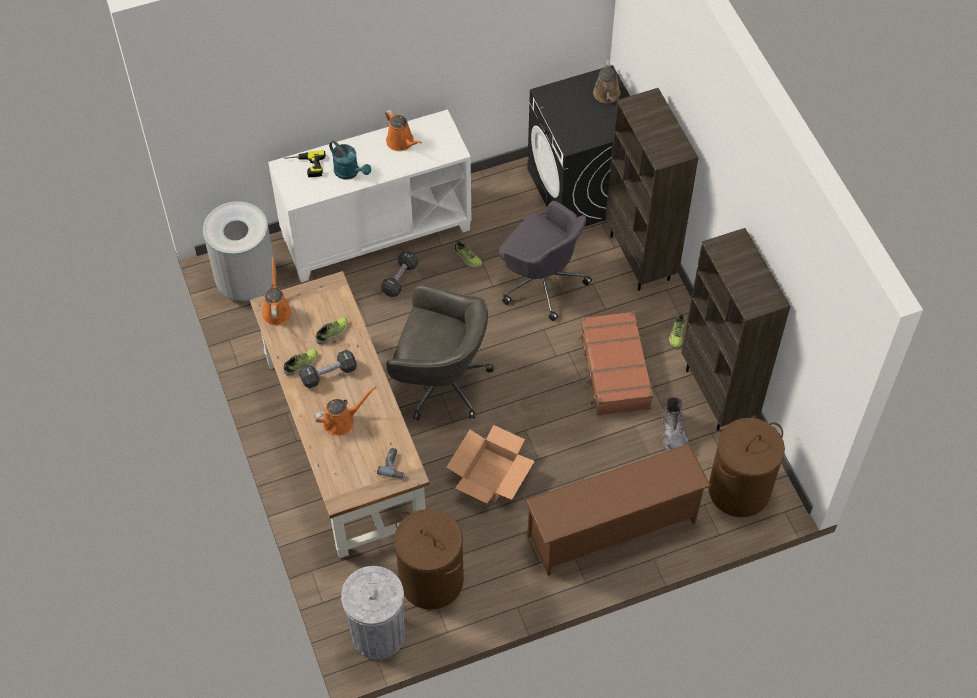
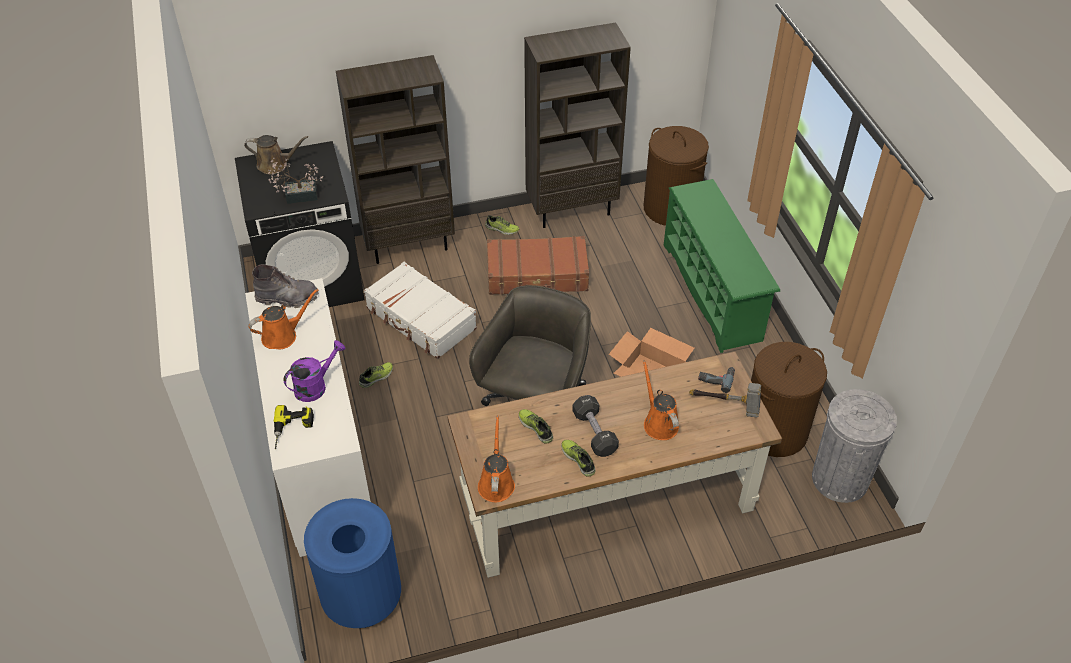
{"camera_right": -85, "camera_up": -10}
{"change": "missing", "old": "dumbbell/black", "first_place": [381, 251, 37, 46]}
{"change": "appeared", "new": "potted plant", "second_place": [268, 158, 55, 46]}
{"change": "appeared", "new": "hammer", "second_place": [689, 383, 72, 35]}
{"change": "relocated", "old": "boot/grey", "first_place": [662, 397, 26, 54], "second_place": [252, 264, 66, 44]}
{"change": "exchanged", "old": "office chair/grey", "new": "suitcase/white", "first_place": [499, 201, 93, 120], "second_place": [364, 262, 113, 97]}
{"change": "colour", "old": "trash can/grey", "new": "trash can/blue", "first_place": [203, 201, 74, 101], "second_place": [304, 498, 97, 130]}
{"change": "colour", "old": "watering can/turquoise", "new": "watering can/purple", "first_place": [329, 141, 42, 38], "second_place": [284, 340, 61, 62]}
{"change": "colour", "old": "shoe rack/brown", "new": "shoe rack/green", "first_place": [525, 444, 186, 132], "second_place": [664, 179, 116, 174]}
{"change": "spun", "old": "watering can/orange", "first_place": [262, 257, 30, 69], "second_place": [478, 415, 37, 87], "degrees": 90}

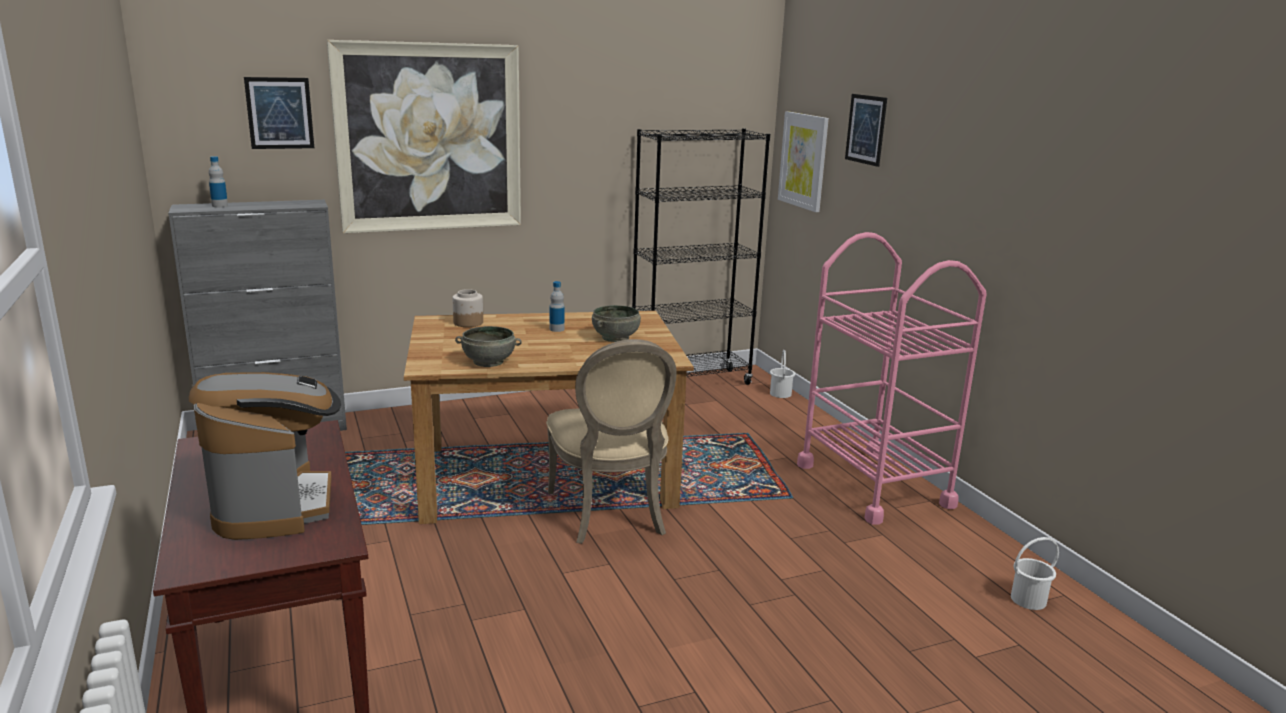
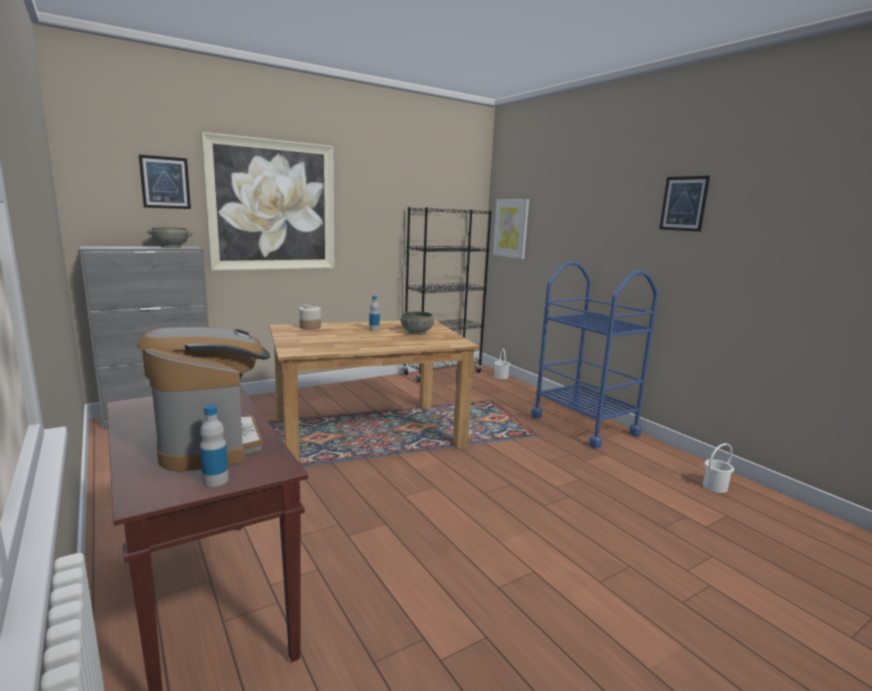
{"camera_right": -10, "camera_up": -5}
{"change": "missing", "old": "chair/beige", "first_place": [546, 339, 131, 205]}
{"change": "relocated", "old": "bottle", "first_place": [209, 156, 19, 51], "second_place": [200, 404, 29, 83]}
{"change": "relocated", "old": "bowl/grey", "first_place": [455, 326, 67, 41], "second_place": [148, 227, 44, 21]}
{"change": "relocated", "old": "picture", "first_place": [845, 94, 42, 73], "second_place": [659, 176, 51, 56]}
{"change": "colour", "old": "cart/pink", "new": "cart/blue", "first_place": [797, 232, 190, 293], "second_place": [531, 261, 127, 188]}

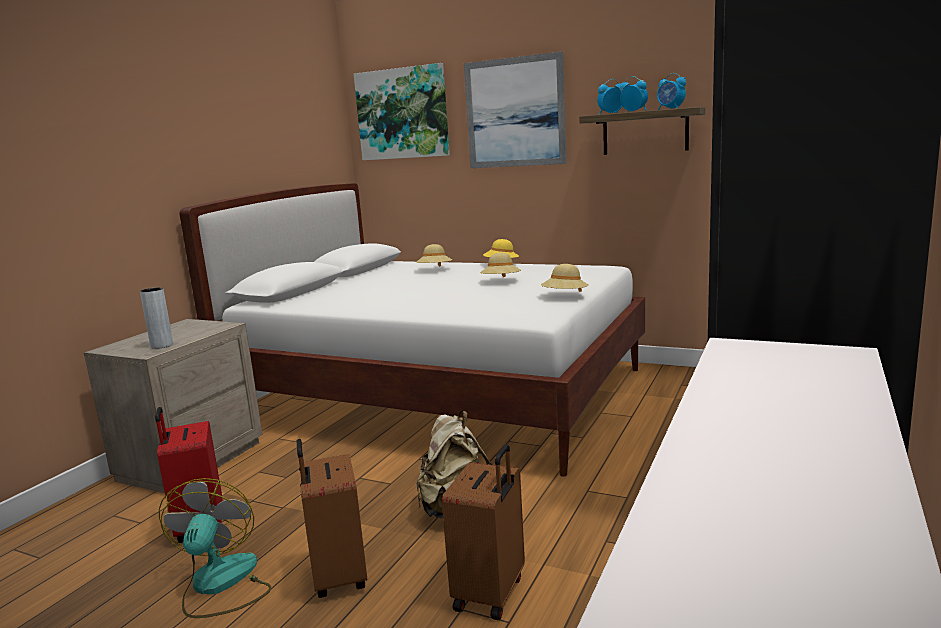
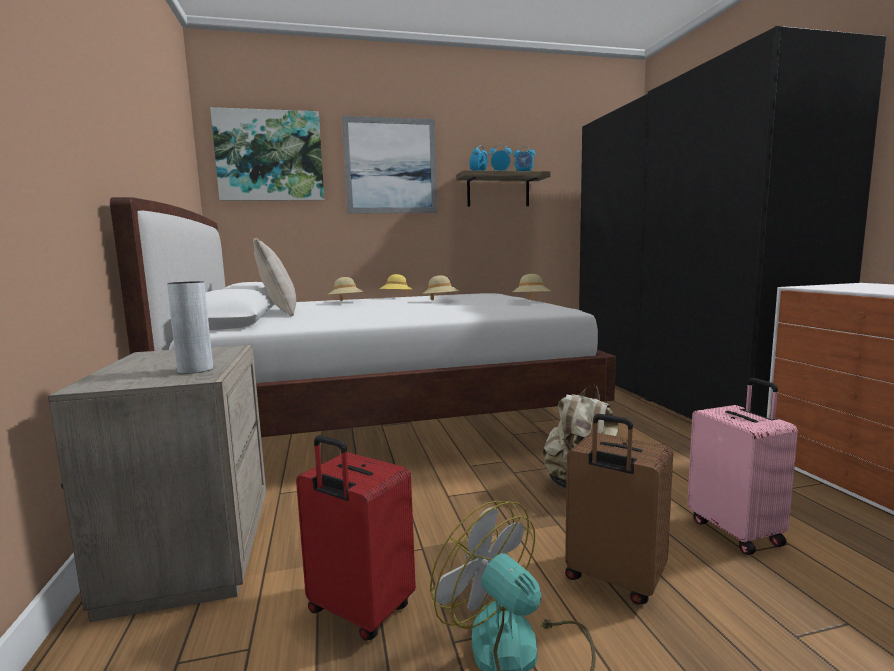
{"camera_right": -40, "camera_up": -5}
{"change": "appeared", "new": "pillow/beige", "second_place": [253, 238, 43, 78]}
{"change": "colour", "old": "suitcase/brown", "new": "suitcase/pink", "first_place": [442, 444, 83, 176], "second_place": [687, 378, 111, 177]}

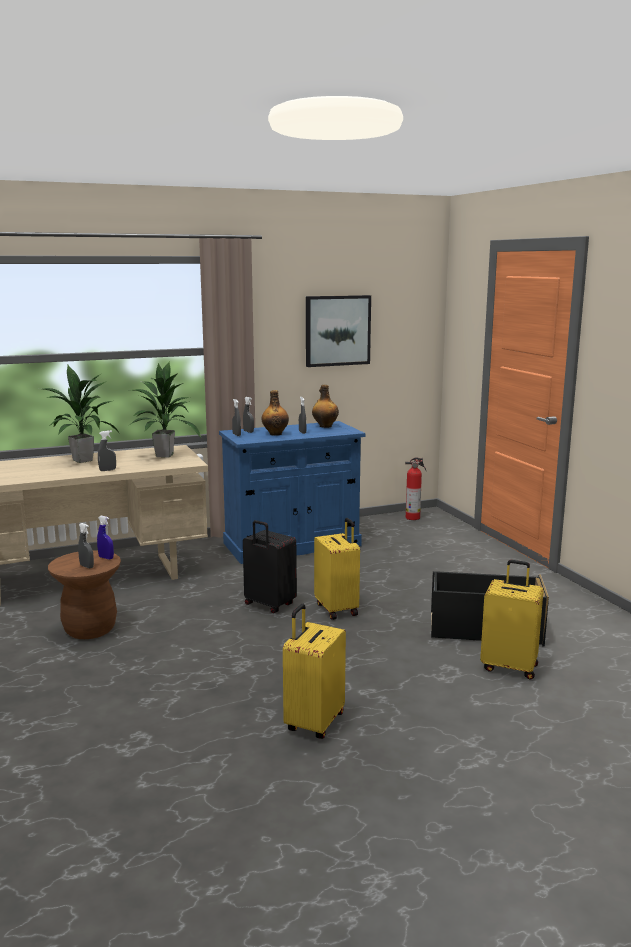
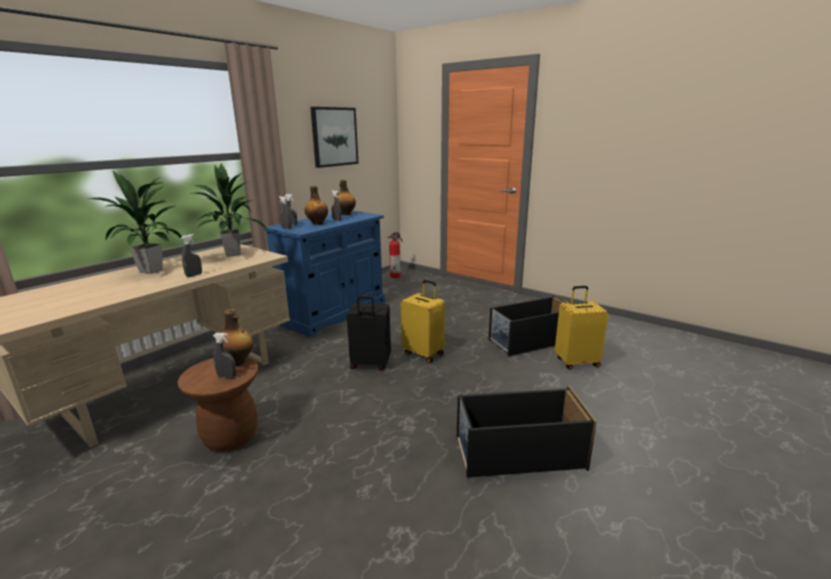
{"camera_right": -30, "camera_up": 5}
{"change": "exchanged", "old": "spray bottle/blue", "new": "bottle", "first_place": [97, 516, 17, 43], "second_place": [215, 309, 38, 57]}
{"change": "exchanged", "old": "suitcase/yellow", "new": "storage box/black", "first_place": [283, 604, 63, 135], "second_place": [457, 386, 140, 92]}

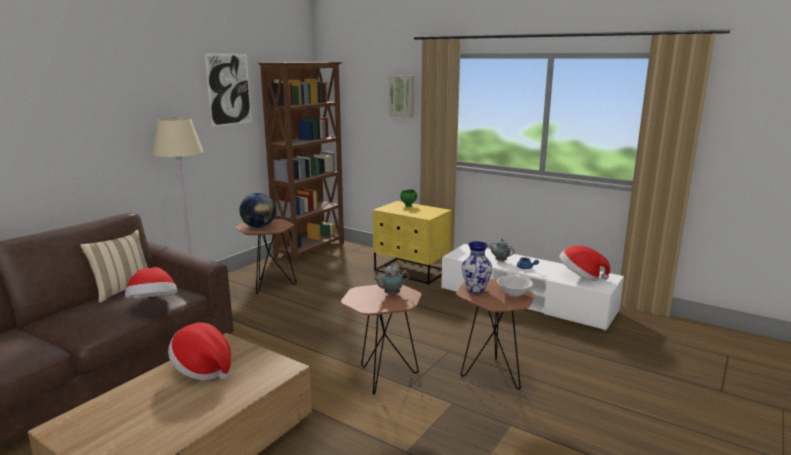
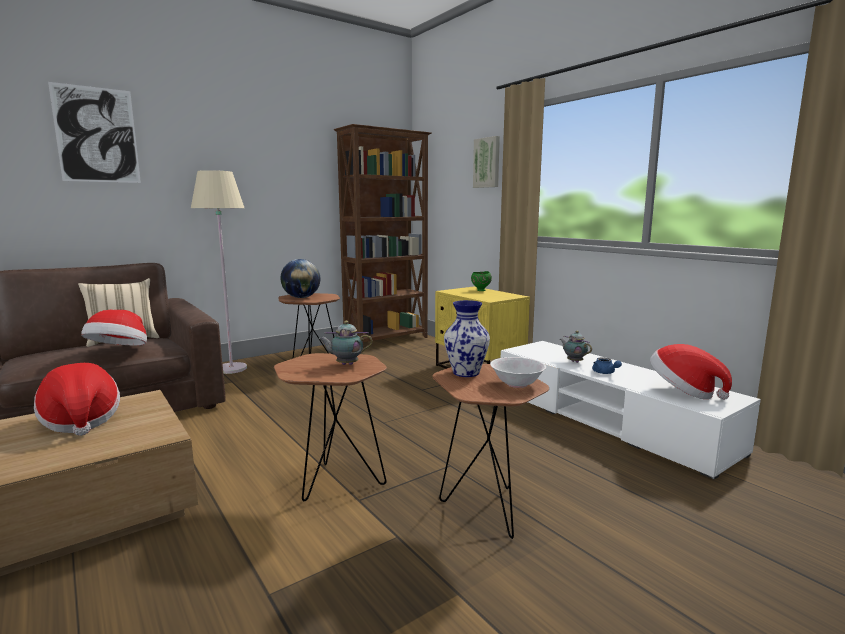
{"camera_right": 20, "camera_up": -5}
{"change": "relocated", "old": "picture", "first_place": [204, 53, 48, 74], "second_place": [48, 82, 93, 101]}

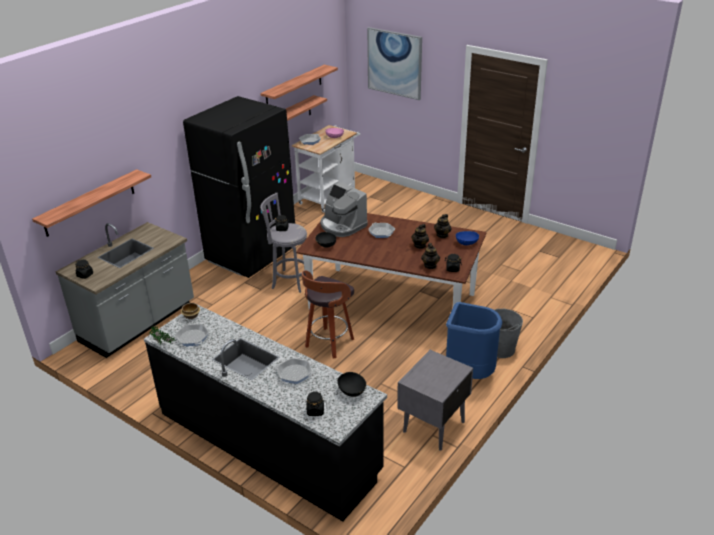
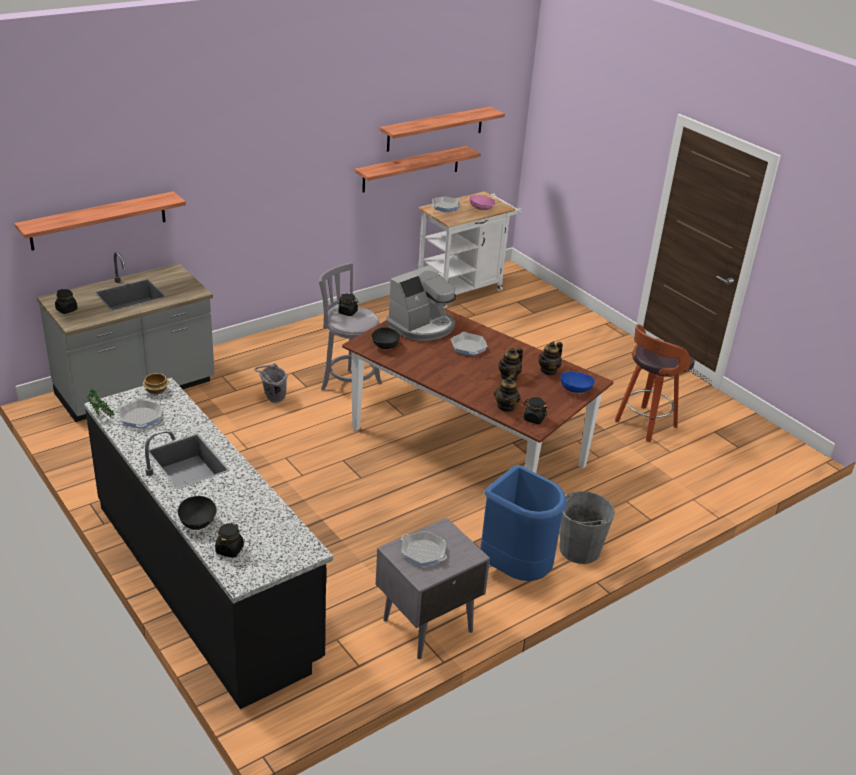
{"camera_right": 15, "camera_up": 0}
{"change": "missing", "old": "fridge/black", "first_place": [183, 96, 112, 182]}
{"change": "missing", "old": "picture", "first_place": [367, 27, 55, 73]}
{"change": "appeared", "new": "bucket/grey", "second_place": [254, 363, 34, 40]}
{"change": "relocated", "old": "frying pan", "first_place": [275, 358, 39, 26], "second_place": [401, 531, 46, 35]}
{"change": "relocated", "old": "stool", "first_place": [301, 270, 53, 88], "second_place": [615, 324, 80, 118]}
{"change": "relocated", "old": "bowl/black", "first_place": [338, 372, 28, 25], "second_place": [178, 496, 39, 34]}
{"change": "spun", "old": "coffee machine", "first_place": [320, 182, 48, 55], "second_place": [386, 265, 70, 76], "degrees": -105}

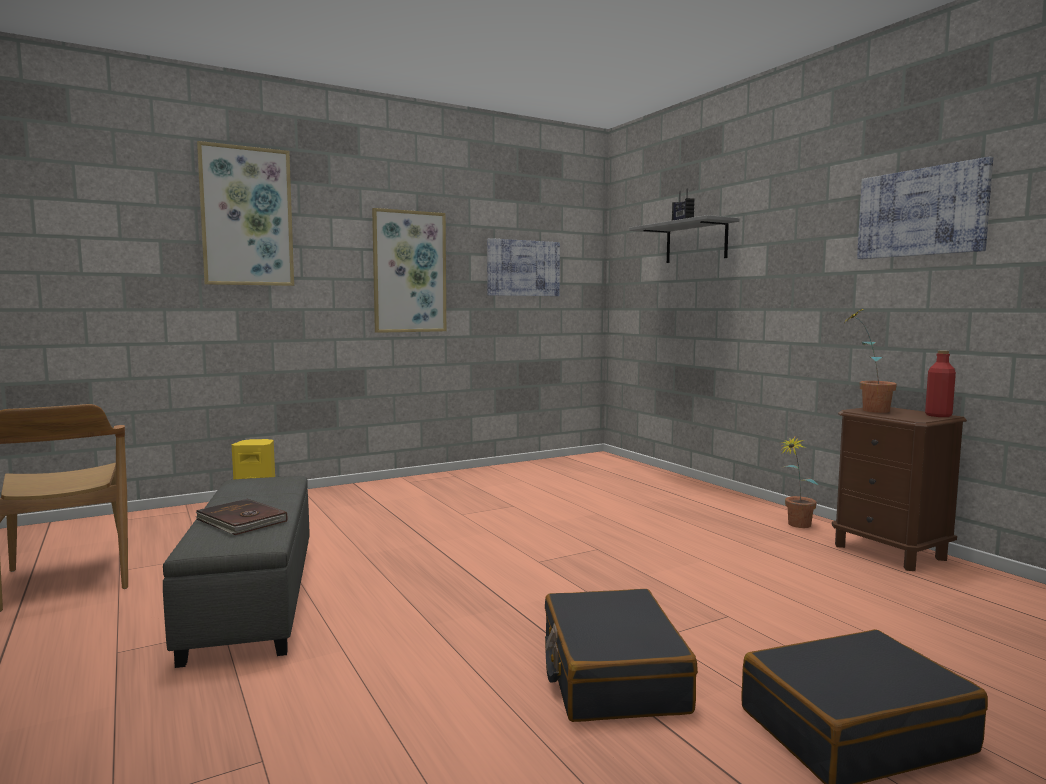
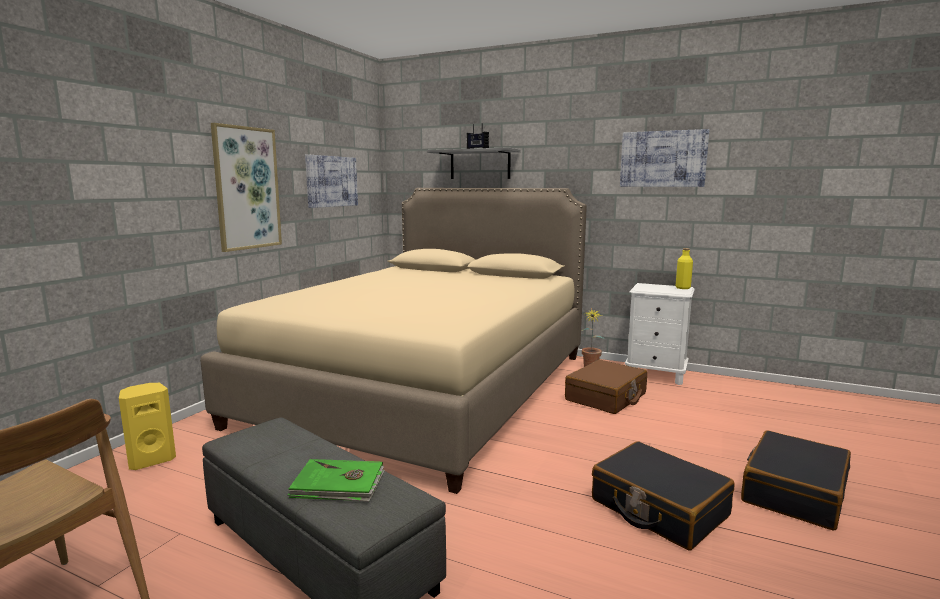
{"camera_right": -35, "camera_up": 5}
{"change": "missing", "old": "picture", "first_place": [197, 141, 97, 145]}
{"change": "missing", "old": "potted plant", "first_place": [844, 309, 53, 104]}
{"change": "appeared", "new": "bed/beige", "second_place": [200, 188, 387, 306]}
{"change": "appeared", "new": "suitcase/brown", "second_place": [565, 359, 82, 55]}
{"change": "colour", "old": "book/brown", "new": "book/green", "first_place": [195, 499, 93, 36], "second_place": [287, 459, 98, 42]}
{"change": "colour", "old": "nightstand/brown", "new": "nightstand/white", "first_place": [832, 407, 135, 164], "second_place": [625, 283, 70, 102]}
{"change": "colour", "old": "bottle/red", "new": "bottle/yellow", "first_place": [925, 350, 31, 67], "second_place": [676, 248, 17, 41]}

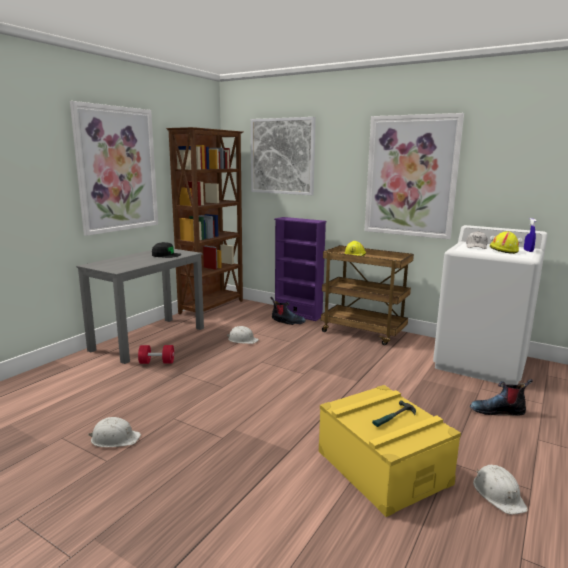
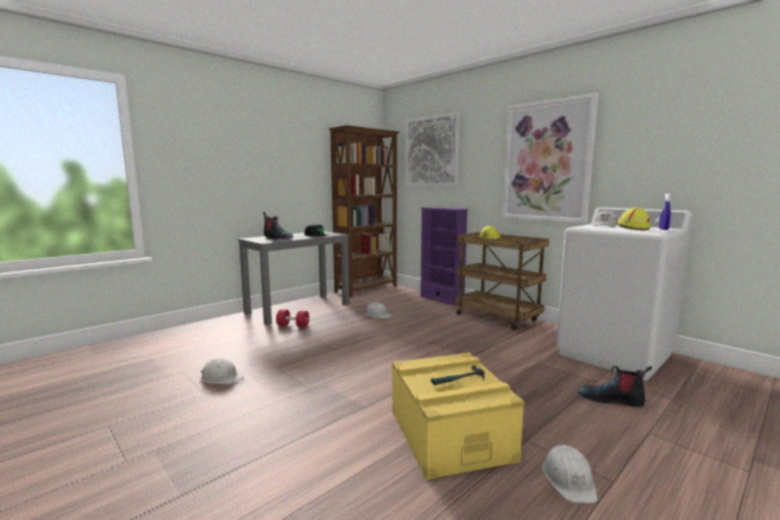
{"camera_right": 15, "camera_up": -5}
{"change": "missing", "old": "picture", "first_place": [70, 101, 88, 135]}
{"change": "relocated", "old": "boot", "first_place": [270, 297, 36, 28], "second_place": [263, 212, 30, 28]}

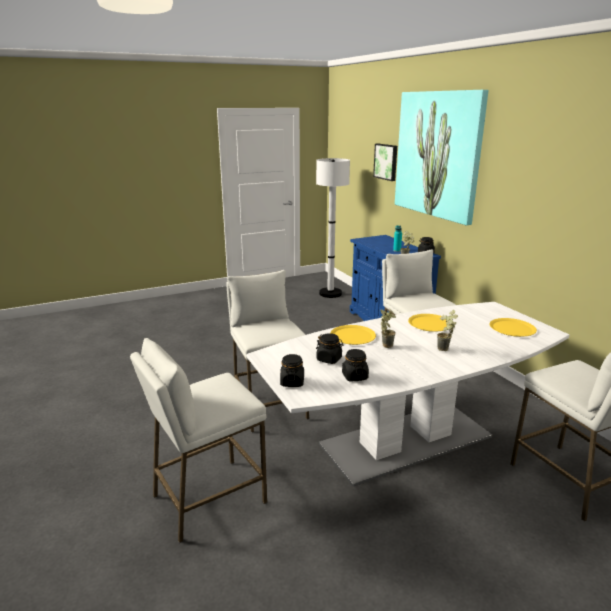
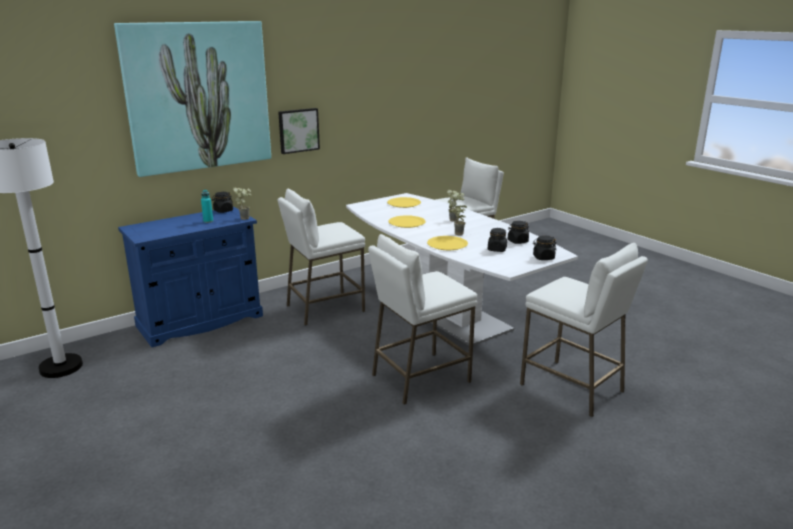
{"camera_right": -100, "camera_up": 0}
{"change": "relocated", "old": "picture", "first_place": [373, 144, 24, 37], "second_place": [278, 108, 42, 46]}

